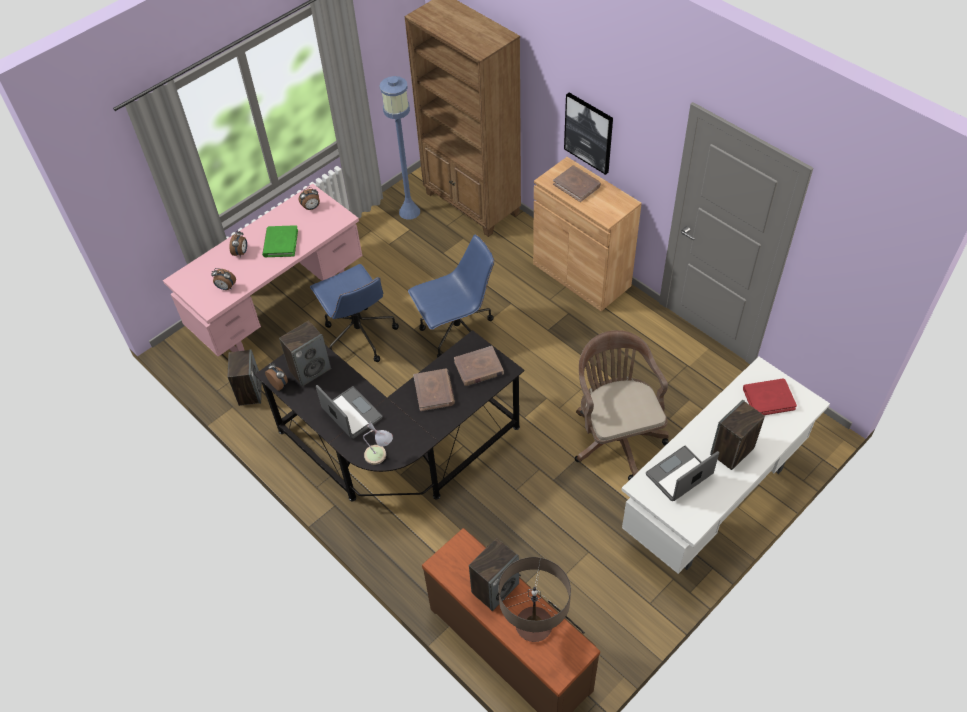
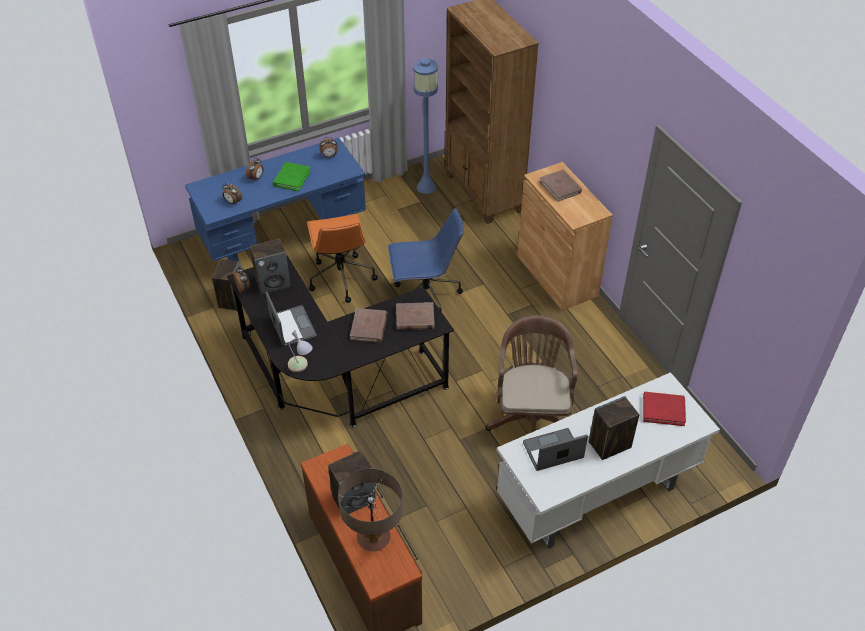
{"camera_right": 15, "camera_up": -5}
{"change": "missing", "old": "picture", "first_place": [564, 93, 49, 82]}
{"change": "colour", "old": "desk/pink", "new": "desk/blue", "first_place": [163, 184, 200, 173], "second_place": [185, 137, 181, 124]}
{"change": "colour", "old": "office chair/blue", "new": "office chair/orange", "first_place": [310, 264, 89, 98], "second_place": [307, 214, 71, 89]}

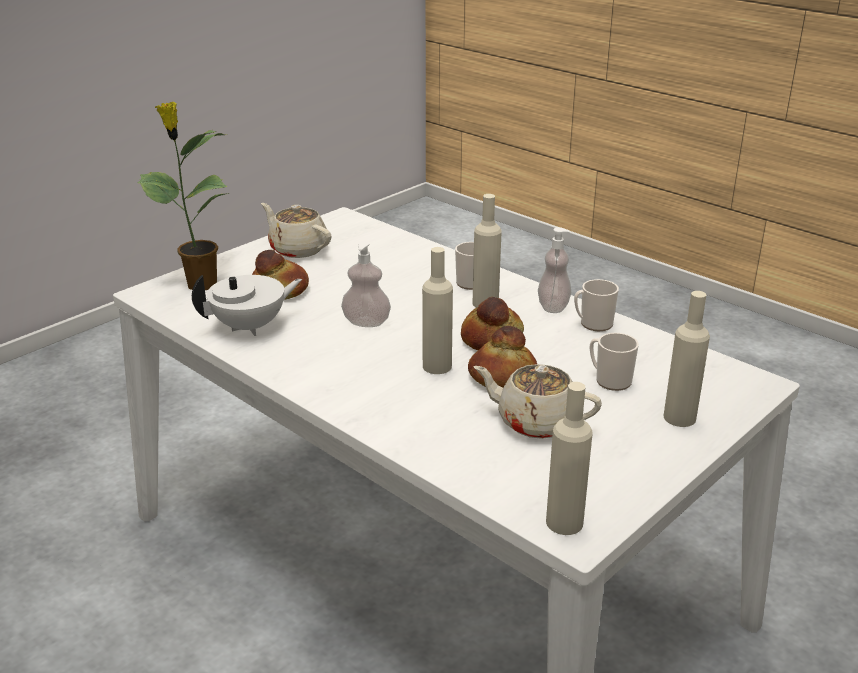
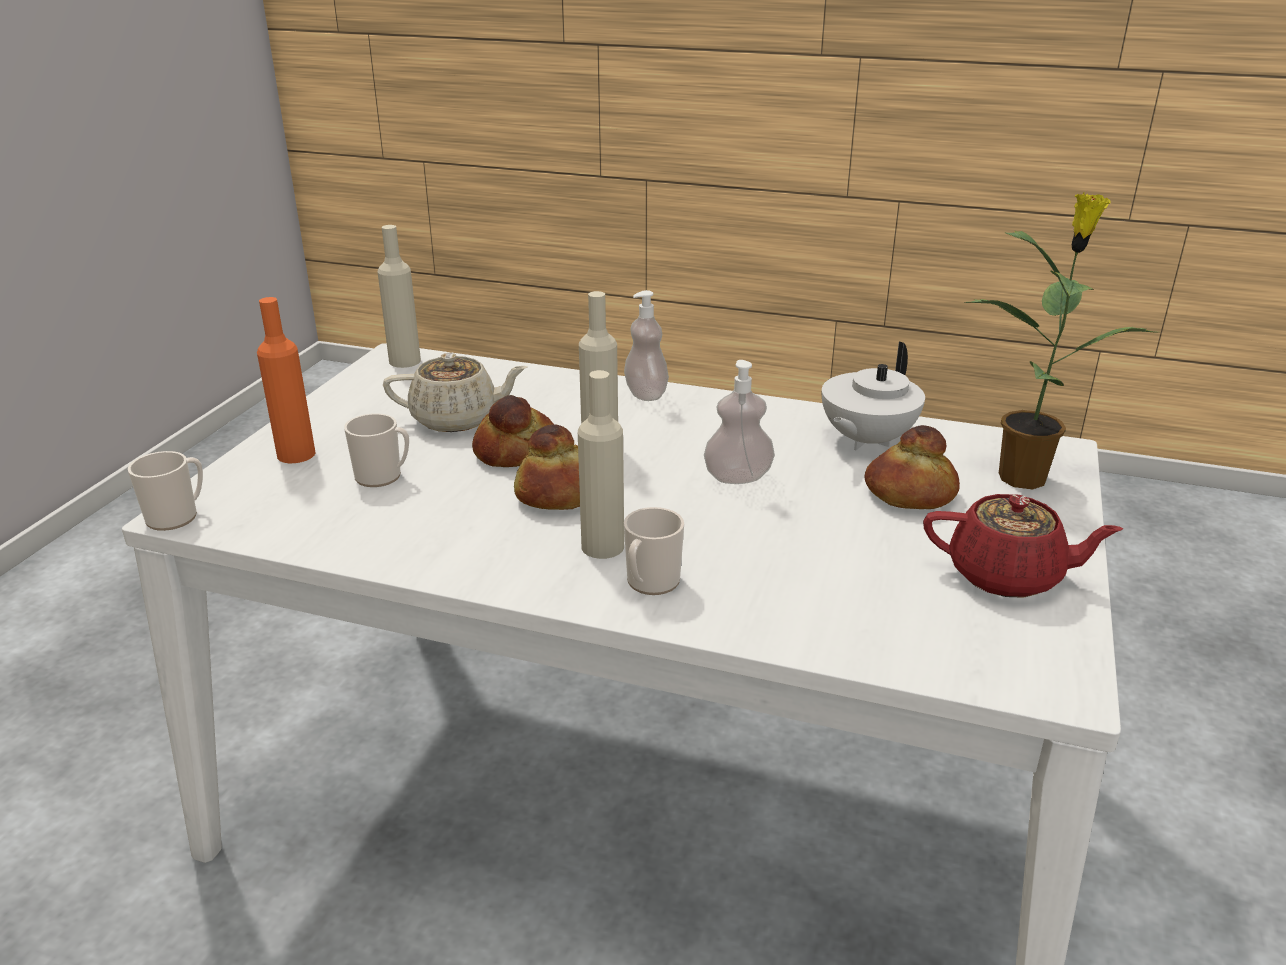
{"camera_right": 155, "camera_up": 0}
{"change": "relocated", "old": "soap dispenser", "first_place": [538, 227, 33, 86], "second_place": [624, 290, 45, 111]}
{"change": "relocated", "old": "mug", "first_place": [574, 279, 45, 52], "second_place": [128, 451, 75, 80]}
{"change": "colour", "old": "teapot/beige", "new": "teapot/red", "first_place": [261, 203, 70, 55], "second_place": [923, 494, 200, 104]}
{"change": "colour", "old": "bottle/beige", "new": "bottle/orange", "first_place": [663, 291, 47, 136], "second_place": [257, 297, 59, 166]}

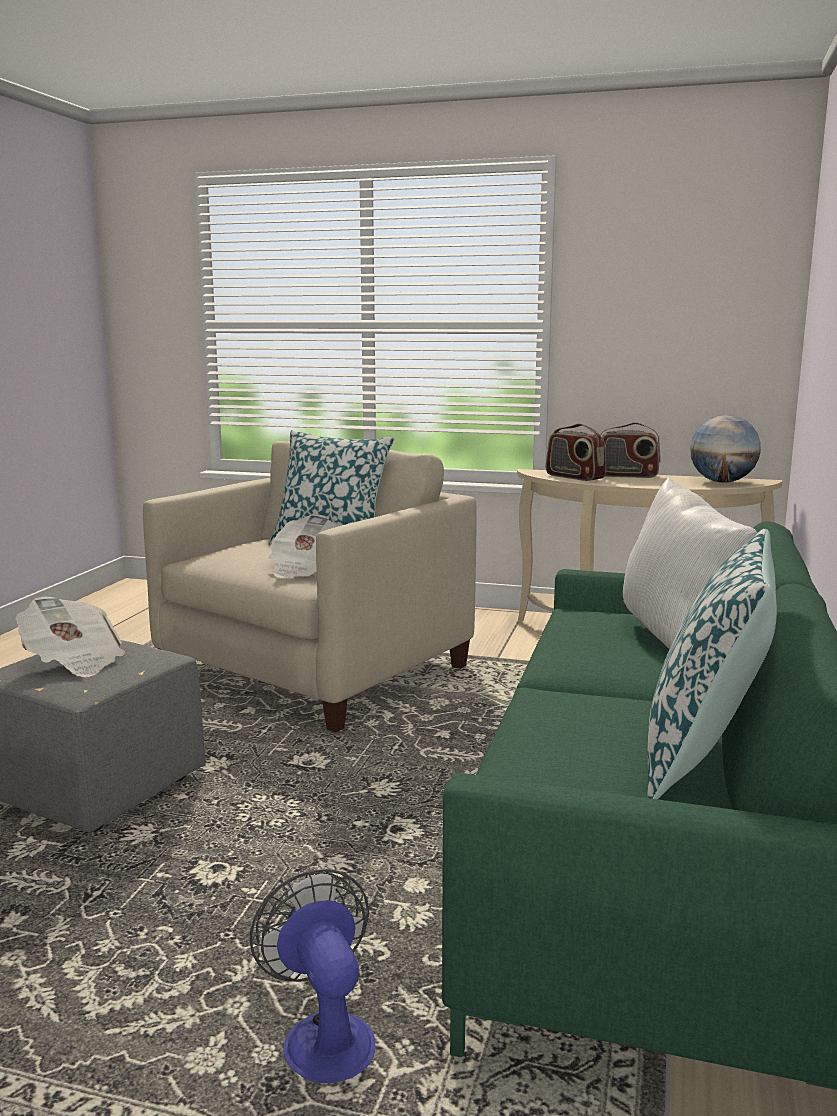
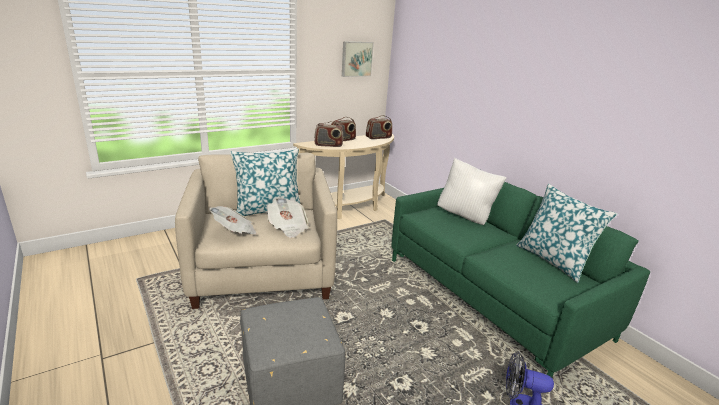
{"camera_right": -50, "camera_up": 10}
{"change": "appeared", "new": "picture", "second_place": [342, 41, 32, 36]}
{"change": "relocated", "old": "newspaper", "first_place": [16, 596, 109, 81], "second_place": [209, 206, 48, 29]}
{"change": "exchanged", "old": "globe", "new": "radio", "first_place": [690, 415, 71, 67], "second_place": [366, 115, 26, 24]}

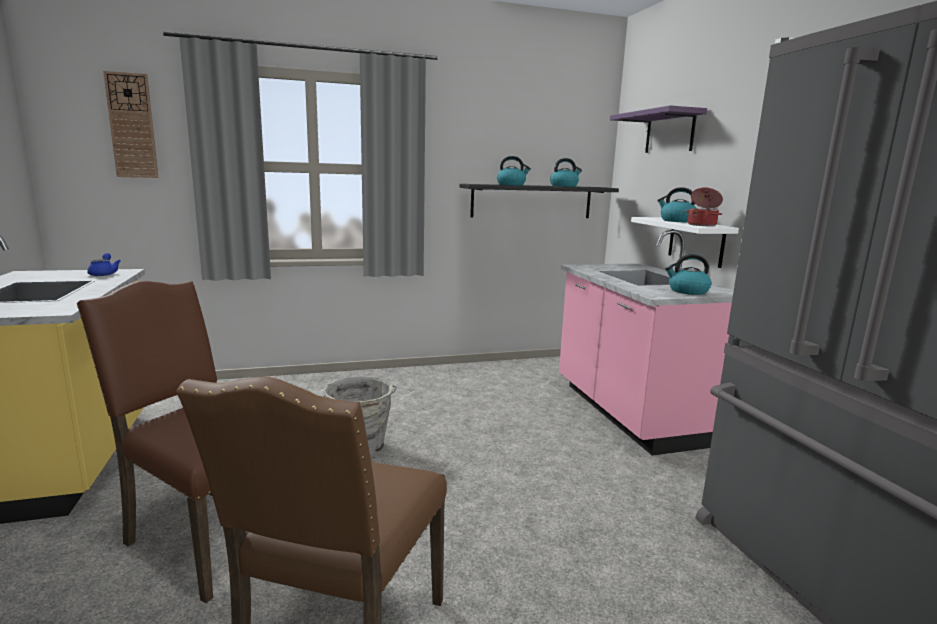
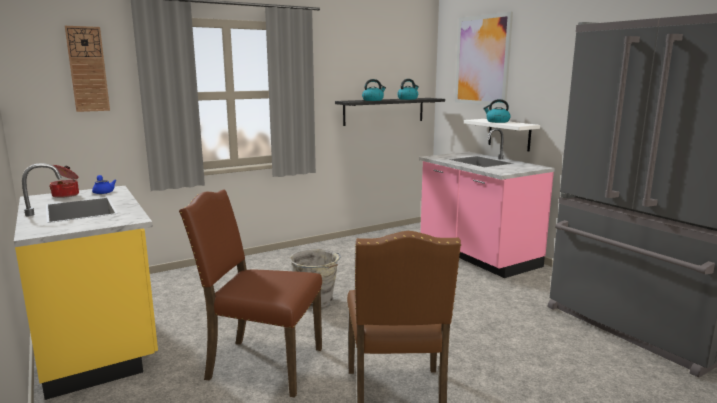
{"camera_right": -15, "camera_up": 0}
{"change": "missing", "old": "kettle", "first_place": [665, 254, 46, 41]}
{"change": "relocated", "old": "cooking pot", "first_place": [686, 187, 37, 39], "second_place": [50, 165, 29, 33]}
{"change": "exchanged", "old": "shelf/purple", "new": "picture", "first_place": [610, 105, 97, 48], "second_place": [455, 12, 58, 94]}

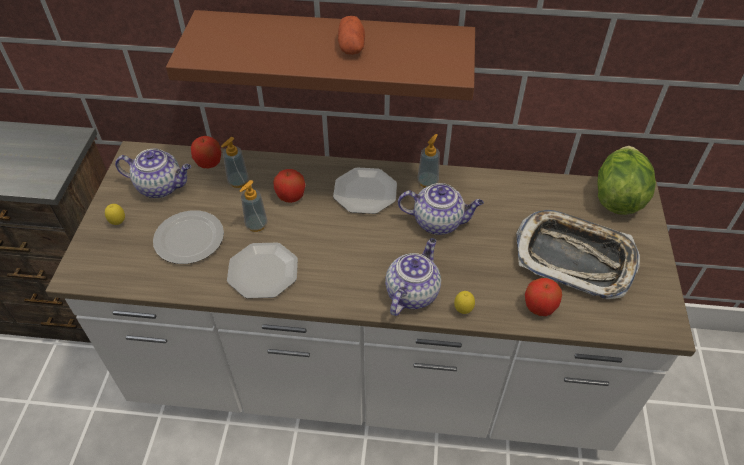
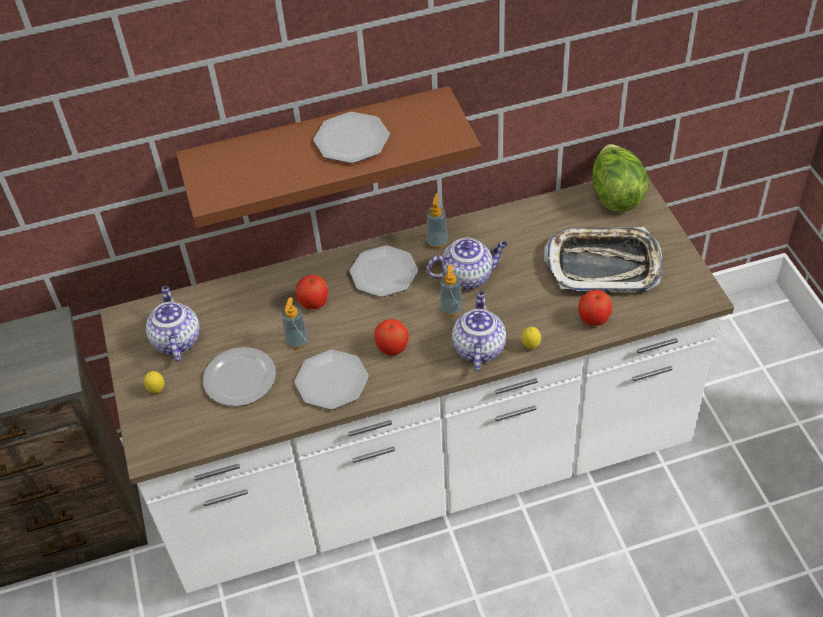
{"camera_right": -20, "camera_up": 0}
{"change": "relocated", "old": "apple", "first_place": [191, 136, 30, 32], "second_place": [374, 319, 35, 37]}
{"change": "relocated", "old": "soap dispenser", "first_place": [221, 137, 28, 51], "second_place": [440, 265, 23, 52]}
{"change": "exchanged", "old": "potato", "new": "plate", "first_place": [338, 16, 27, 39], "second_place": [313, 112, 77, 51]}
{"change": "spun", "old": "teapot", "first_place": [115, 149, 76, 49], "second_place": [146, 286, 54, 76], "degrees": -90}

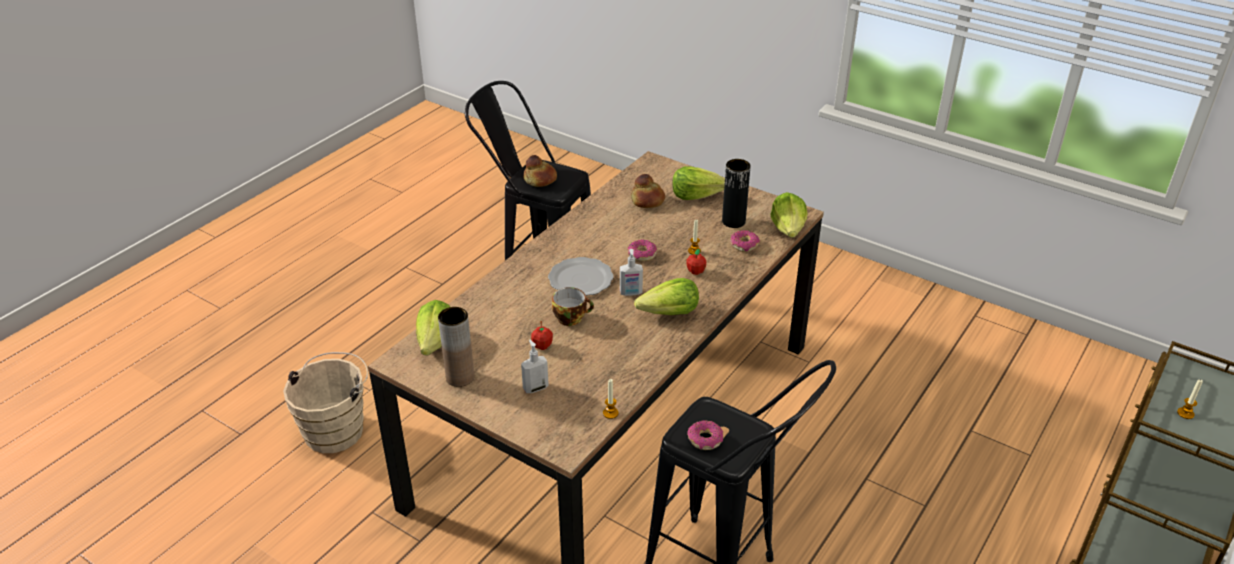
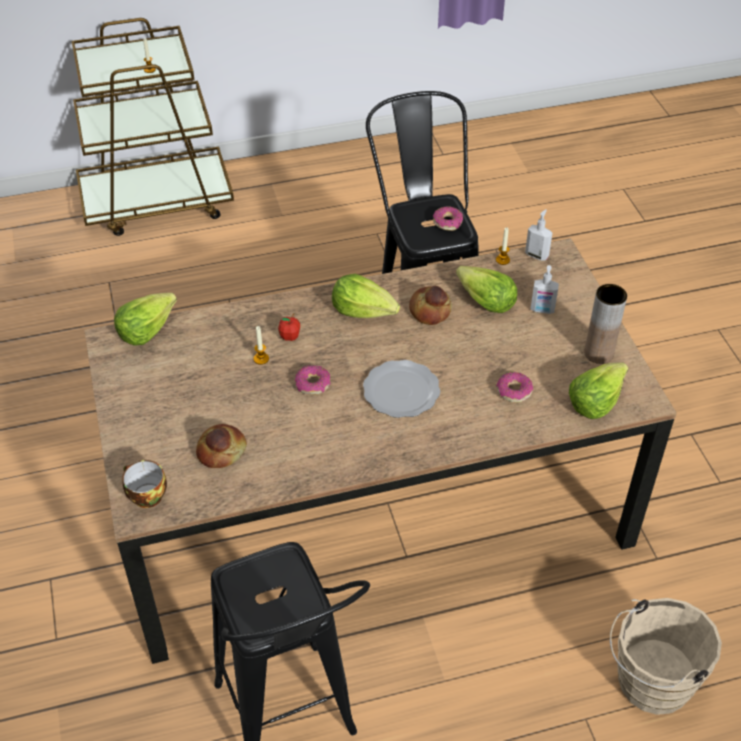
{"camera_right": -140, "camera_up": 10}
{"change": "missing", "old": "apple", "first_place": [531, 321, 22, 29]}
{"change": "missing", "old": "vase/black", "first_place": [722, 159, 29, 69]}
{"change": "relocated", "old": "bread", "first_place": [523, 155, 34, 32], "second_place": [409, 286, 43, 39]}
{"change": "relocated", "old": "cup", "first_place": [552, 287, 42, 39], "second_place": [122, 460, 45, 48]}
{"change": "relocated", "old": "soap dispenser", "first_place": [620, 249, 23, 47], "second_place": [525, 209, 27, 52]}
{"change": "relocated", "old": "lettuce", "first_place": [672, 166, 53, 34], "second_place": [456, 266, 61, 47]}
{"change": "relocated", "old": "donut", "first_place": [731, 230, 29, 22], "second_place": [496, 372, 37, 31]}

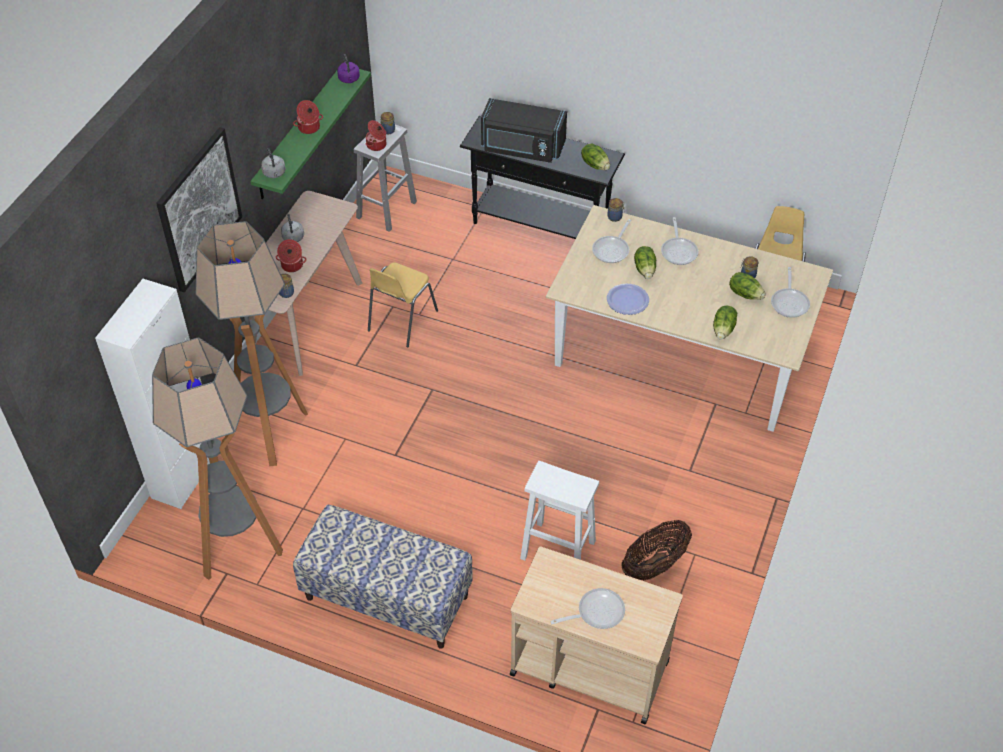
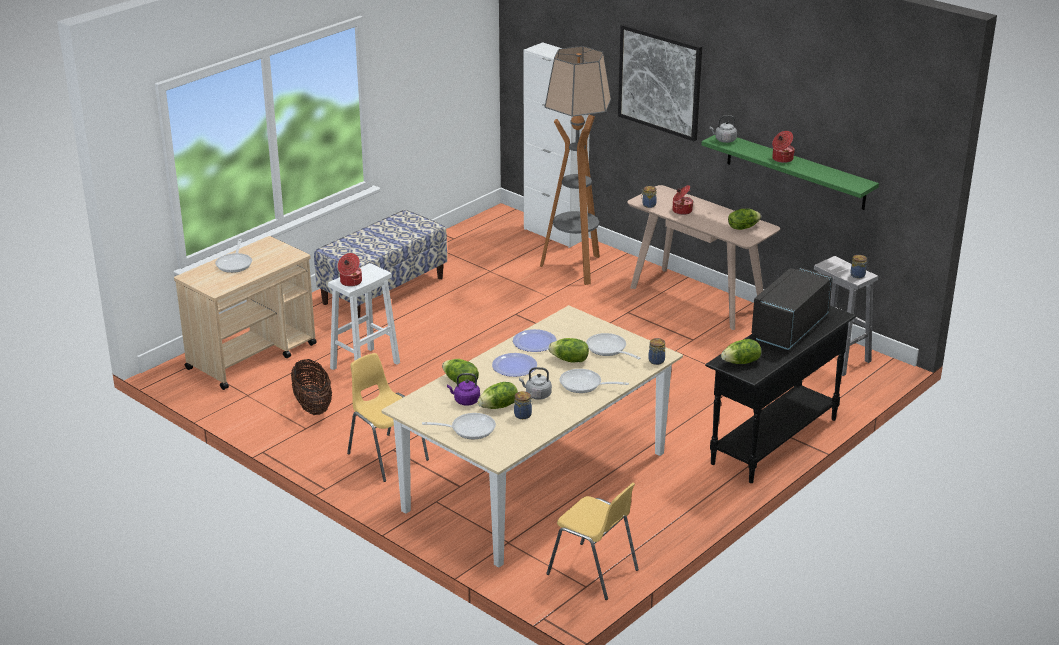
{"camera_right": 110, "camera_up": -20}
{"change": "missing", "old": "floor lamp", "first_place": [152, 338, 131, 242]}
{"change": "appeared", "new": "plate", "second_place": [492, 353, 45, 24]}
{"change": "appeared", "new": "lettuce", "second_place": [728, 209, 33, 21]}
{"change": "relocated", "old": "kettle/grey", "first_place": [281, 214, 23, 28], "second_place": [519, 367, 33, 33]}
{"change": "relocated", "old": "kettle/purple", "first_place": [337, 54, 23, 29], "second_place": [447, 373, 33, 33]}
{"change": "relocated", "old": "cooking pot", "first_place": [366, 120, 21, 31], "second_place": [338, 253, 24, 34]}
{"change": "relocated", "old": "chair/yellow", "first_place": [368, 262, 70, 85], "second_place": [347, 353, 82, 129]}
{"change": "spun", "old": "frying pan", "first_place": [771, 267, 39, 51], "second_place": [422, 413, 74, 26], "degrees": 150}

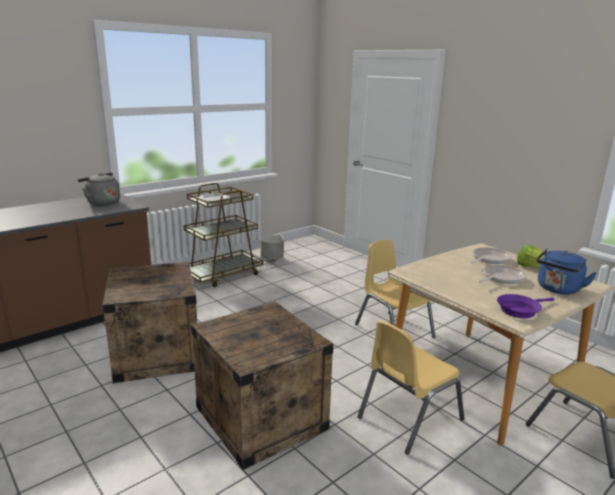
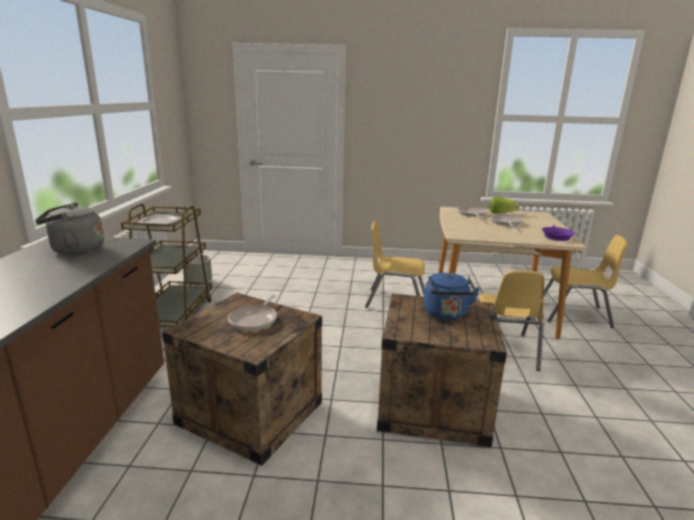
{"camera_right": -45, "camera_up": 0}
{"change": "appeared", "new": "frying pan", "second_place": [228, 295, 49, 36]}
{"change": "relocated", "old": "kettle/blue", "first_place": [536, 249, 61, 45], "second_place": [424, 273, 56, 47]}

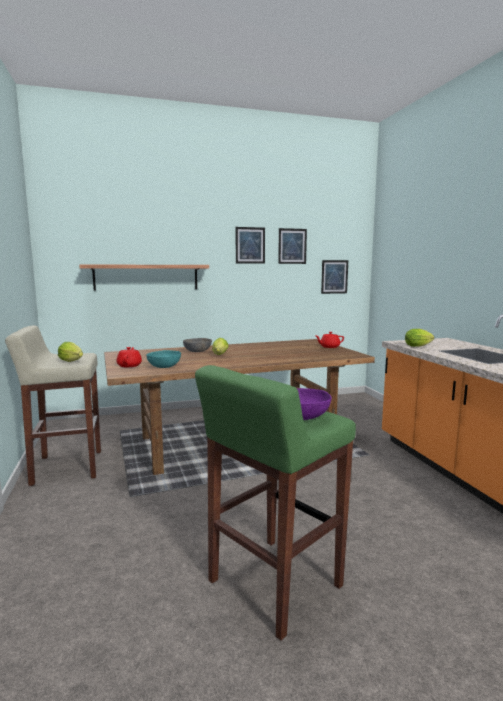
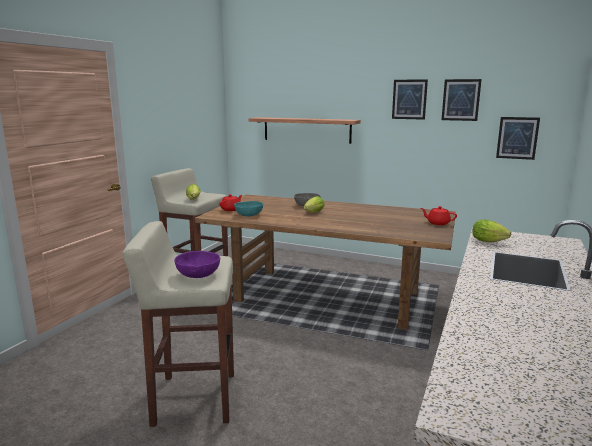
{"camera_right": 40, "camera_up": 5}
{"change": "colour", "old": "stool/green", "new": "stool/beige", "first_place": [195, 365, 161, 276], "second_place": [123, 221, 111, 206]}

